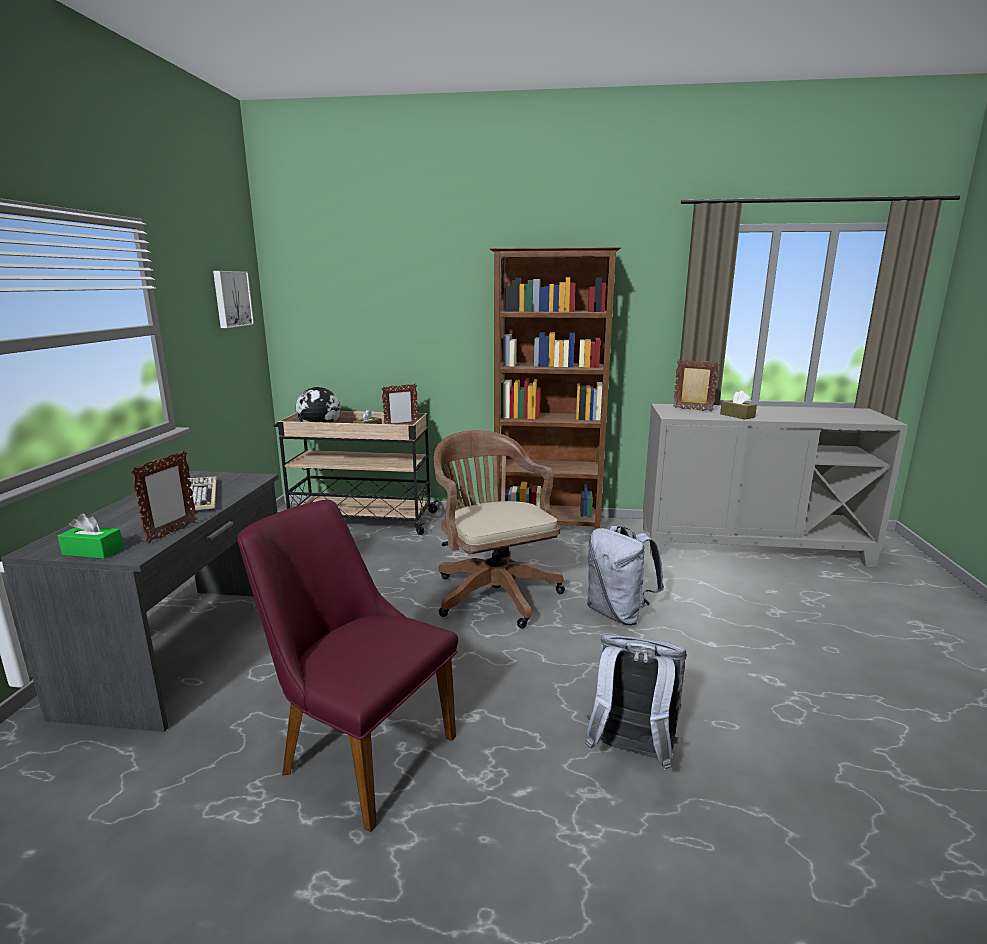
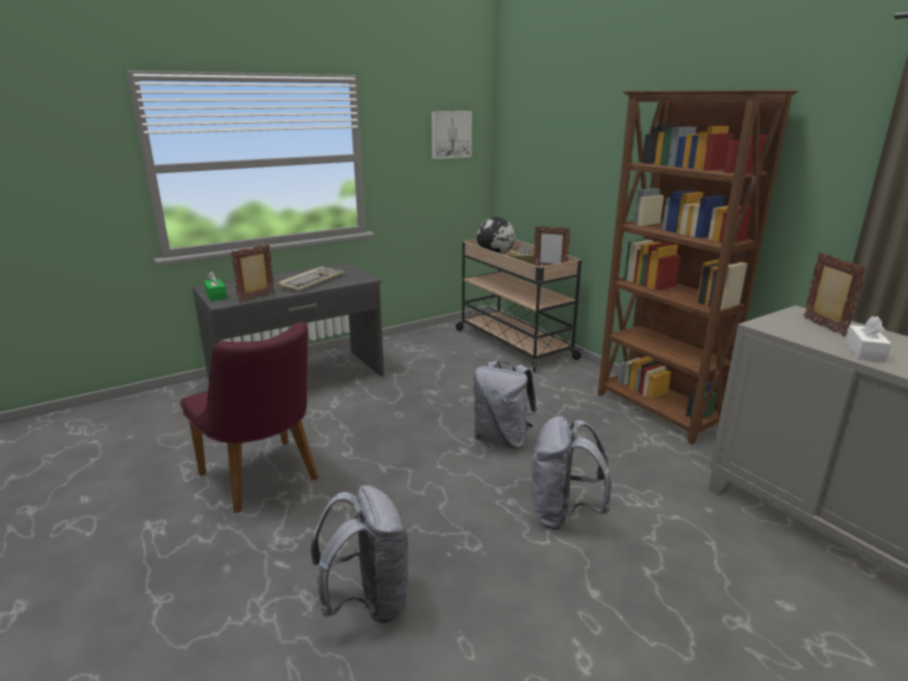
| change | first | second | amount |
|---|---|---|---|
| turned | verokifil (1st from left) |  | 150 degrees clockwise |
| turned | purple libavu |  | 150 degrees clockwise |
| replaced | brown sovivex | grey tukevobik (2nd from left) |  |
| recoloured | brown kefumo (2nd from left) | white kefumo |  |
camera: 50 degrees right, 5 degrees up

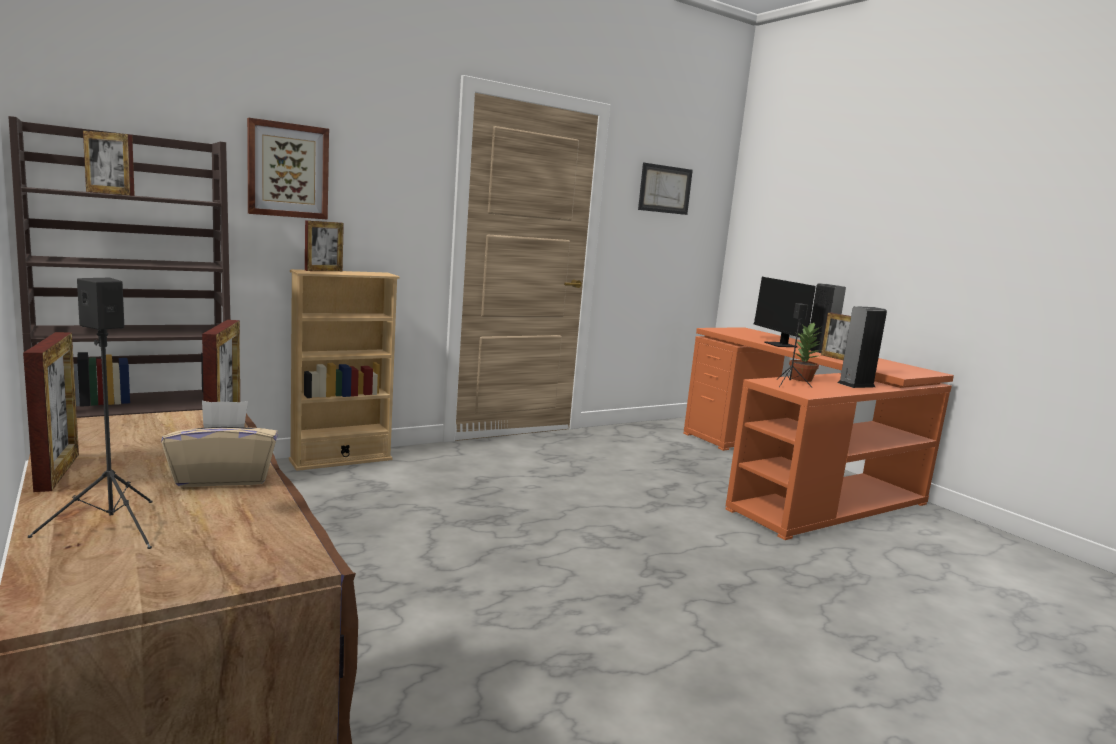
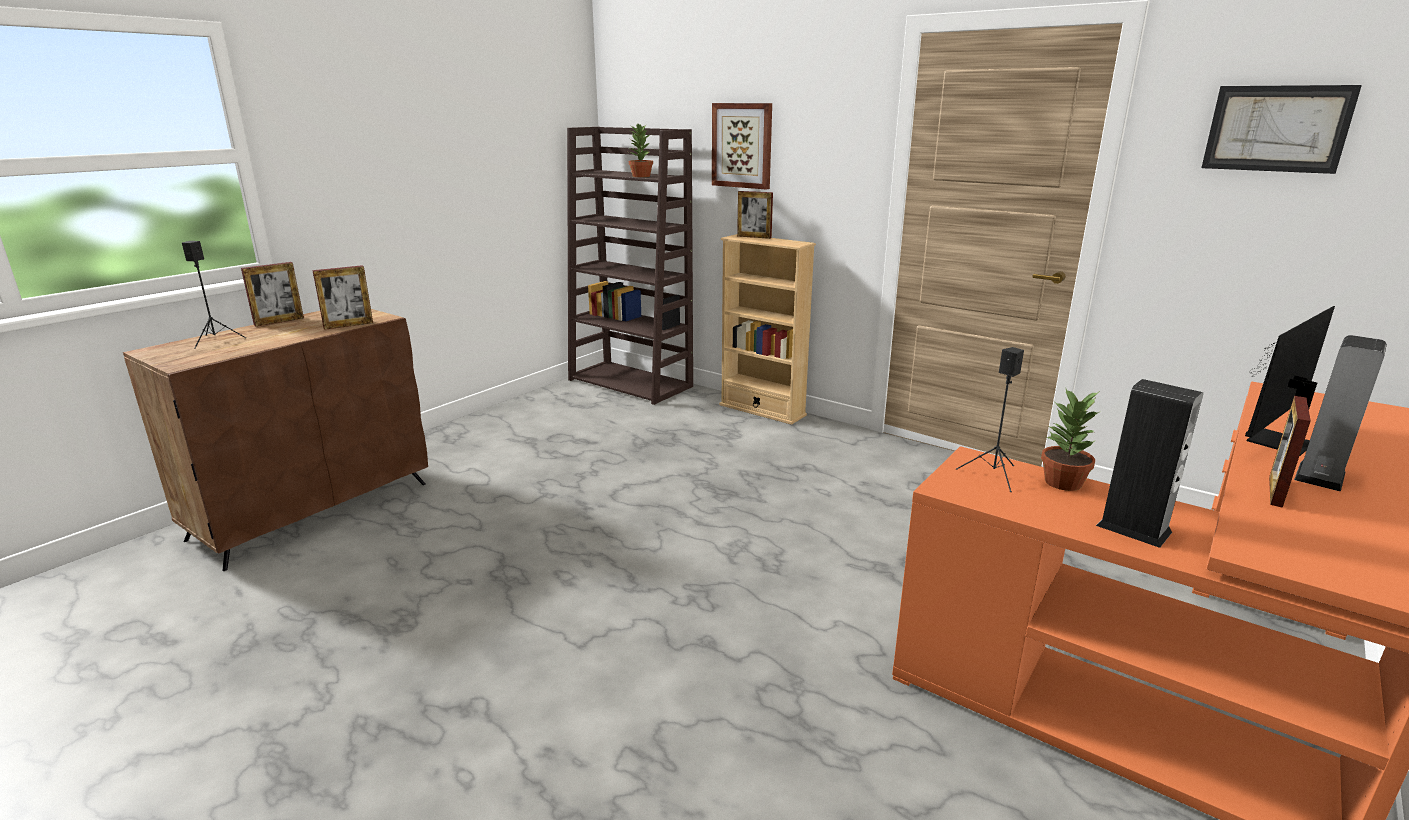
| change | first | second | amount |
|---|---|---|---|
| removed | verokifil (2nd from left) |  |  |
| removed | beige kefumo |  |  |
| added |  | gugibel (1st from left) |  |
camera: 70 degrees right, 10 degrees up

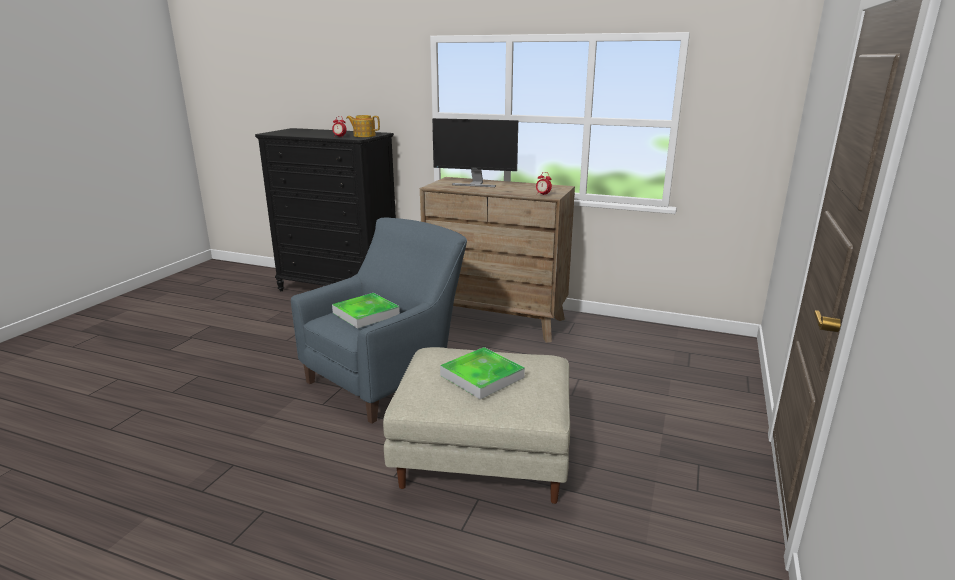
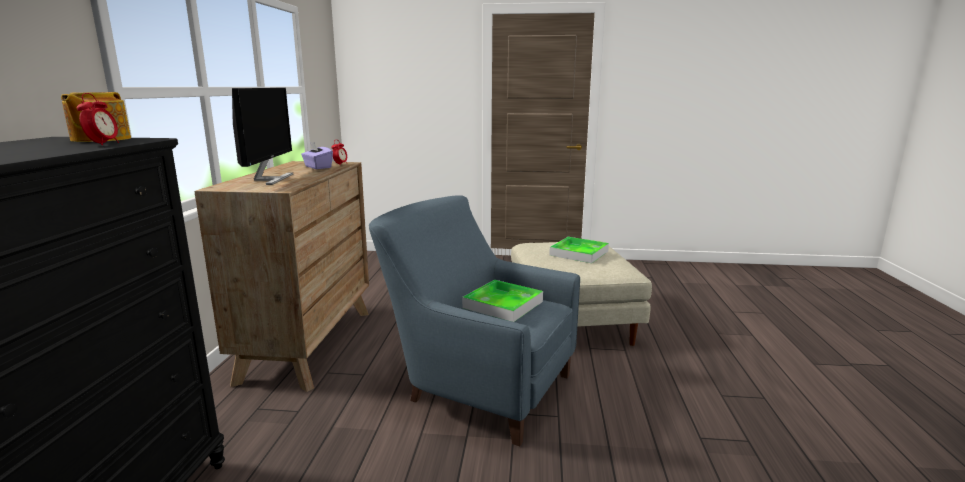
| change | first | second | amount |
|---|---|---|---|
| added |  | purple kefumo |  |
camera: 105 degrees left, 5 degrees down

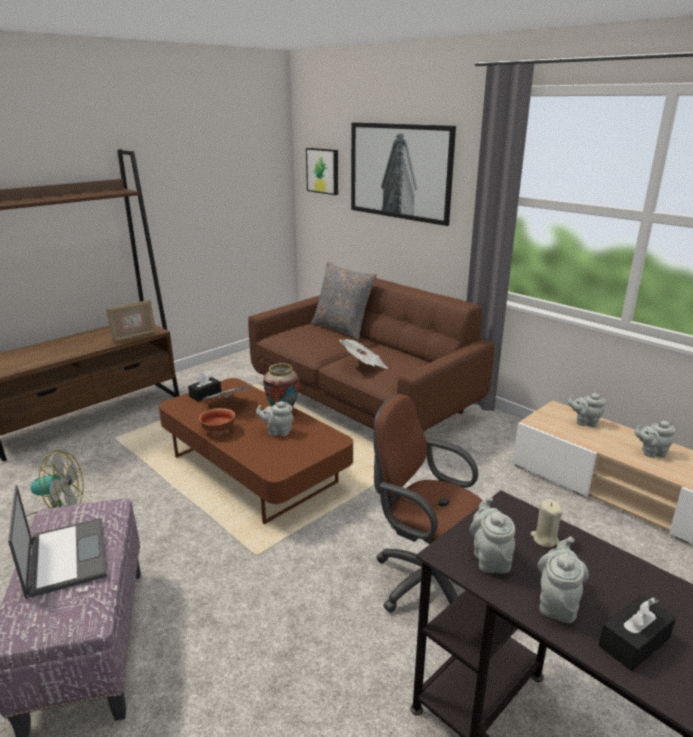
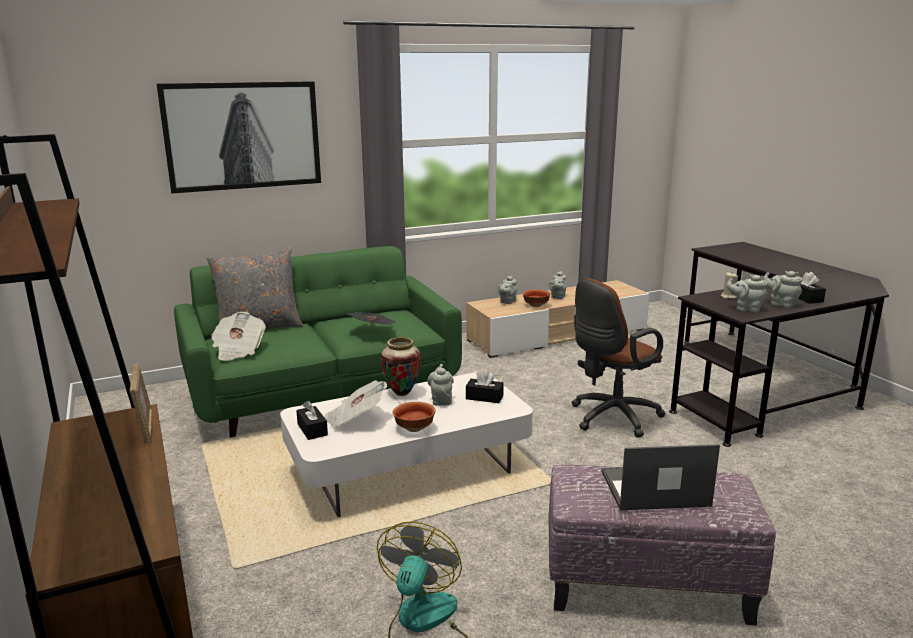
| change | first | second | amount |
|---|---|---|---|
| recoloured | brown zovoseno | white zovoseno |  |
| recoloured | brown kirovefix | green kirovefix |  |
| turned | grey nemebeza (1st from left) |  | 150 degrees clockwise |
| removed | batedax (1st from left) |  |  |
| added |  | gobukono (1st from left) |  |
| added |  | black kefumo (2nd from left) |  |
| added |  | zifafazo (2nd from left) |  |
camera: 70 degrees left, 5 degrees down

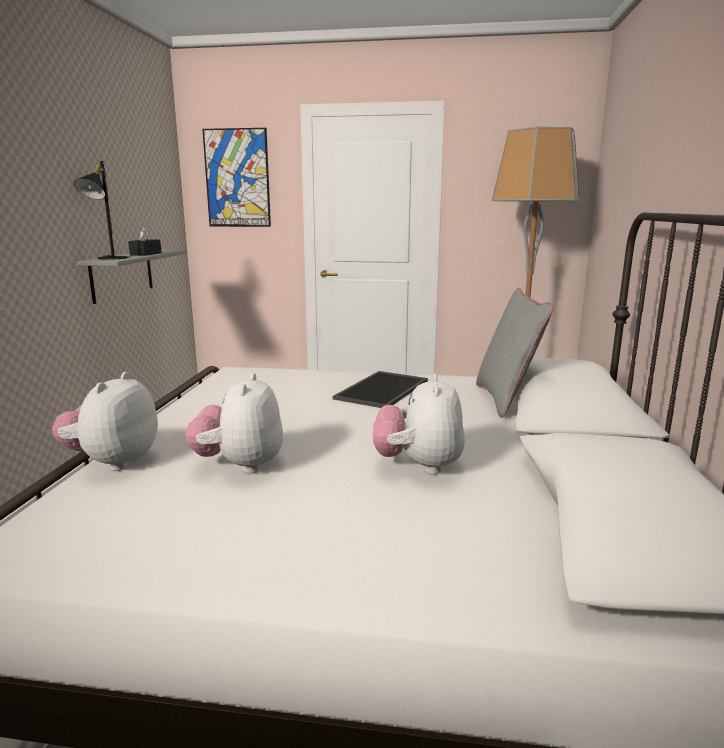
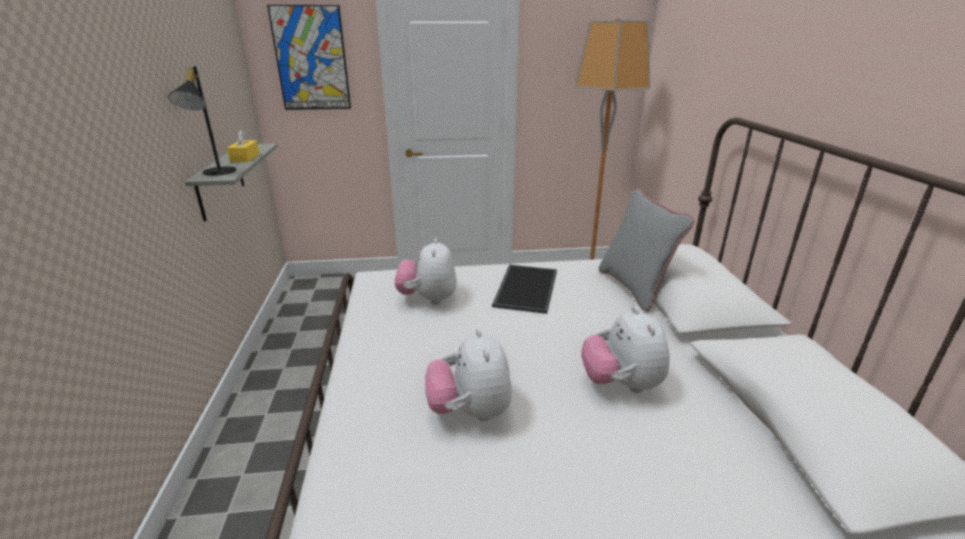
| change | first | second | amount |
|---|---|---|---|
| moved | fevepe (1st from left) |  |  |
| recoloured | black kefumo | yellow kefumo |  |
camera: 15 degrees left, 10 degrees up

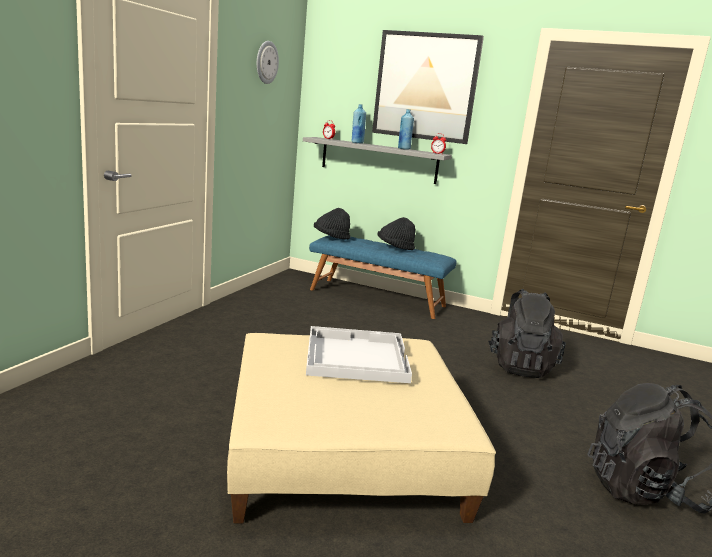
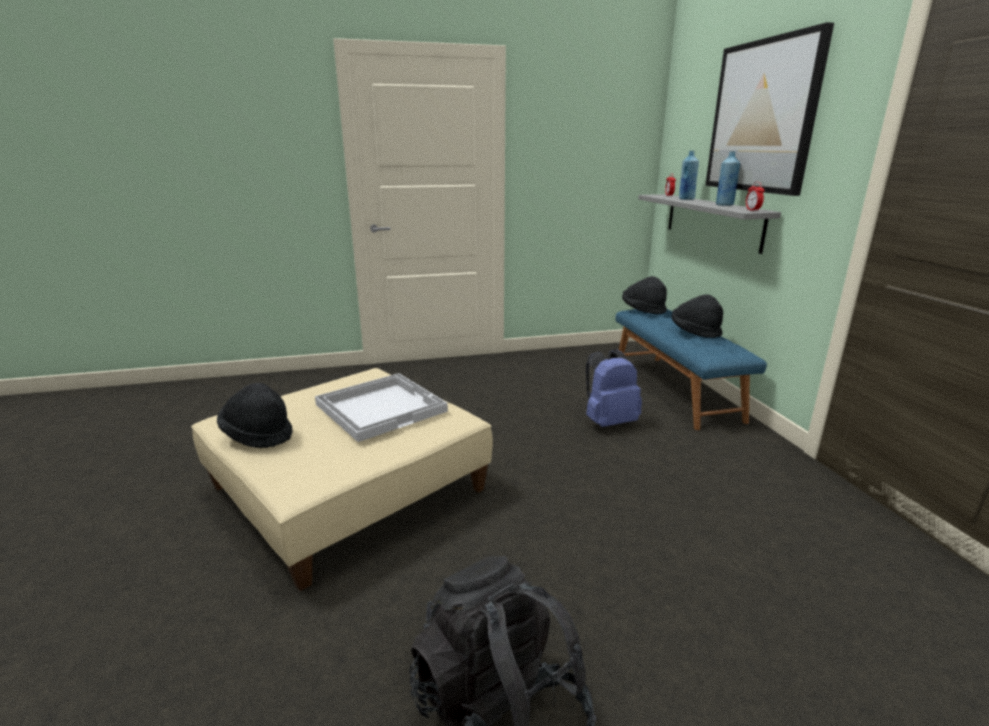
| change | first | second | amount |
|---|---|---|---|
| removed | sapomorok |  |  |
| removed | black tukevobik (1st from left) |  |  |
| added |  | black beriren (1st from left) |  |
| added |  | blue tukevobik |  |
camera: 55 degrees right, 5 degrees up

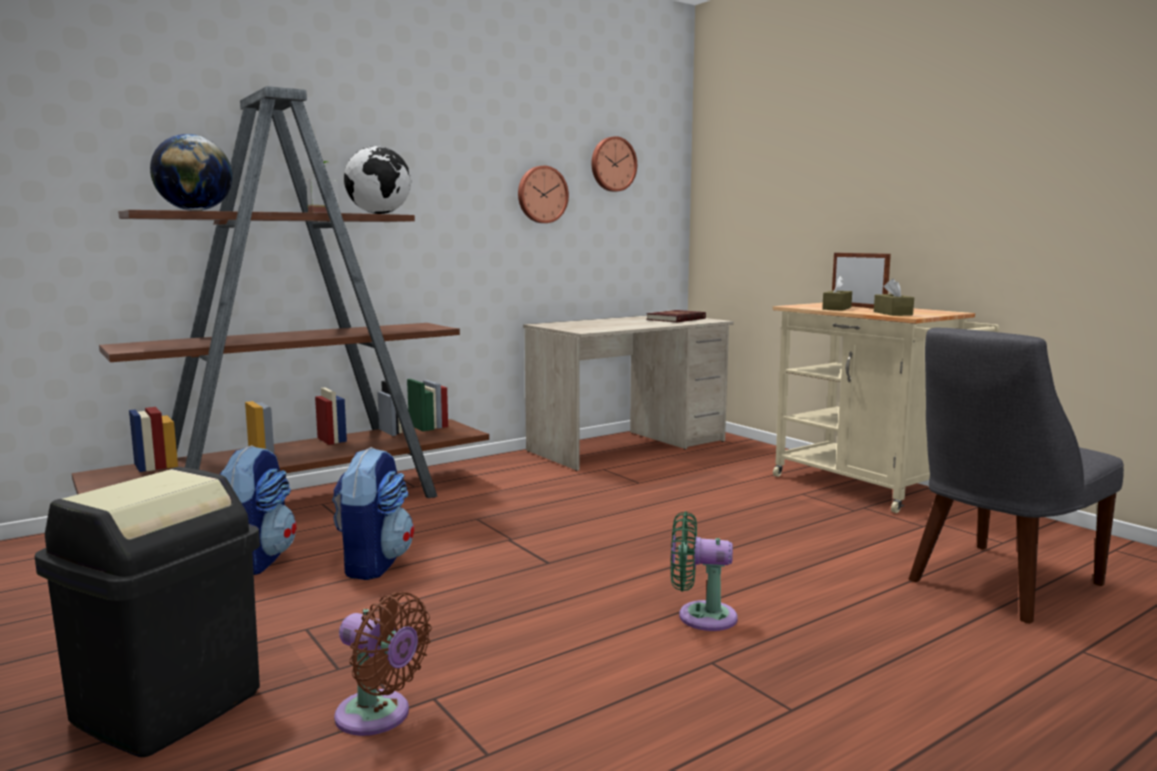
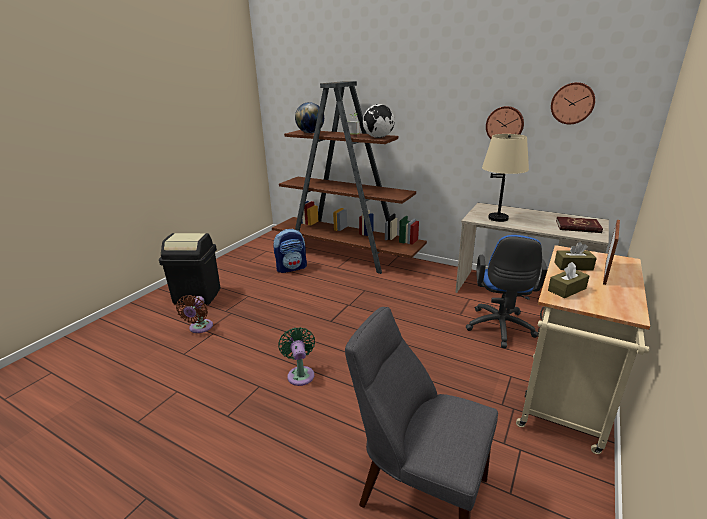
| change | first | second | amount |
|---|---|---|---|
| removed | tukevobik (2nd from left) |  |  |
| added |  | blue sovivex |  |
| added |  | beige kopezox |  |
camera: 65 degrees right, 15 degrees up

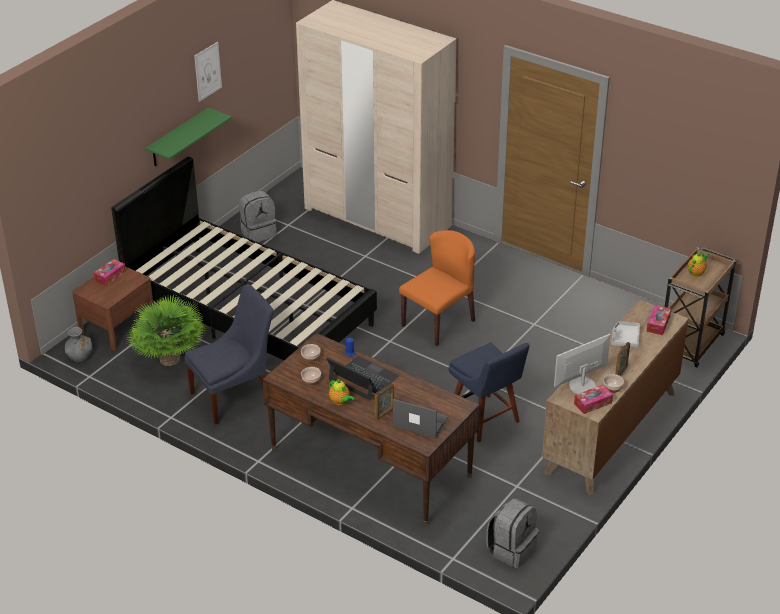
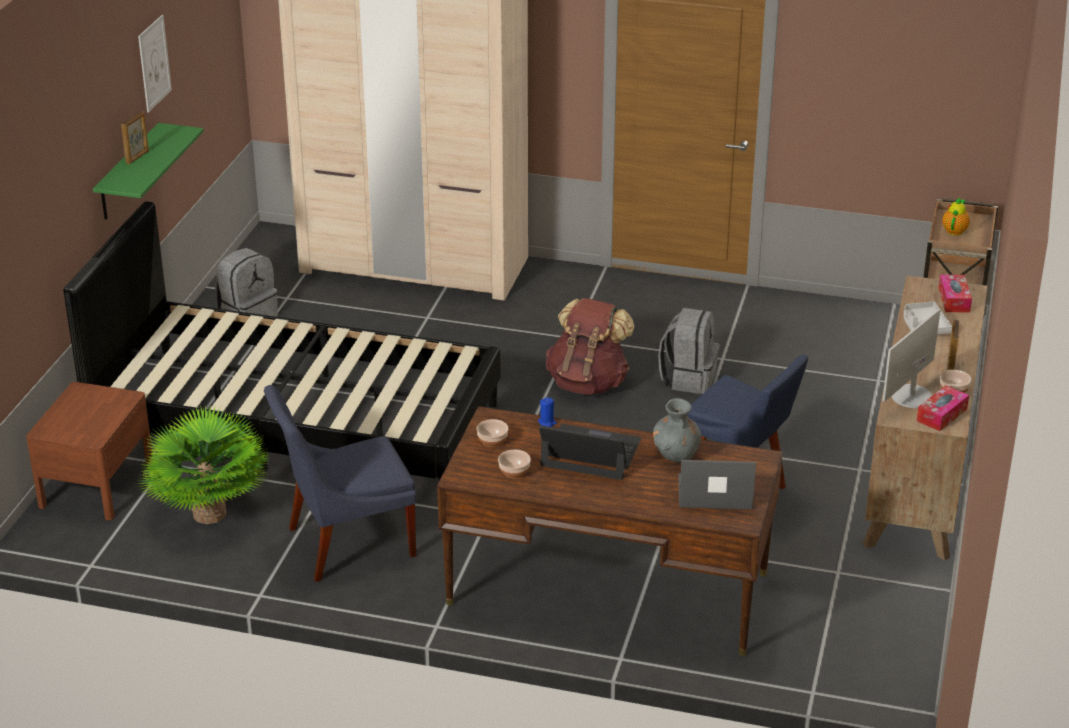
| change | first | second | amount |
|---|---|---|---|
| moved | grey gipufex |  |  |
| removed | kefumo (1st from left) |  |  |
| turned | blue libavu (1st from left) |  | 150 degrees counterclockwise |
| removed | nemebeza (1st from left) |  |  |
| moved | verokifil (1st from left) |  |  |
| replaced | orange libavu | brown tukevobik |  |
| moved | grey tukevobik (2nd from left) |  |  |
camera: 20 degrees left, 5 degrees down

